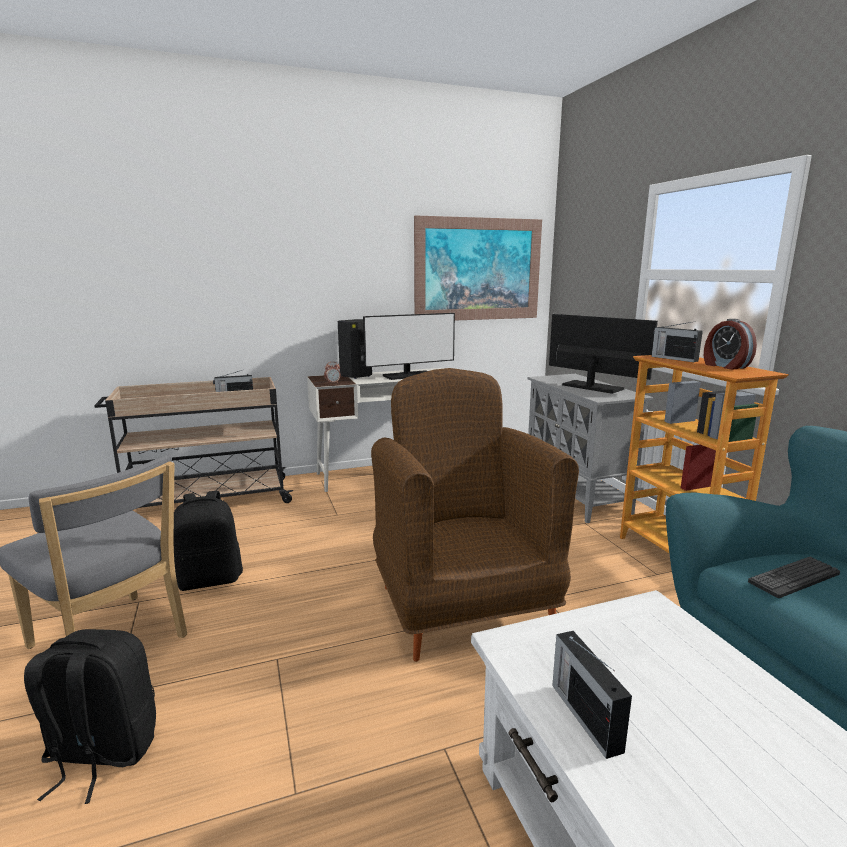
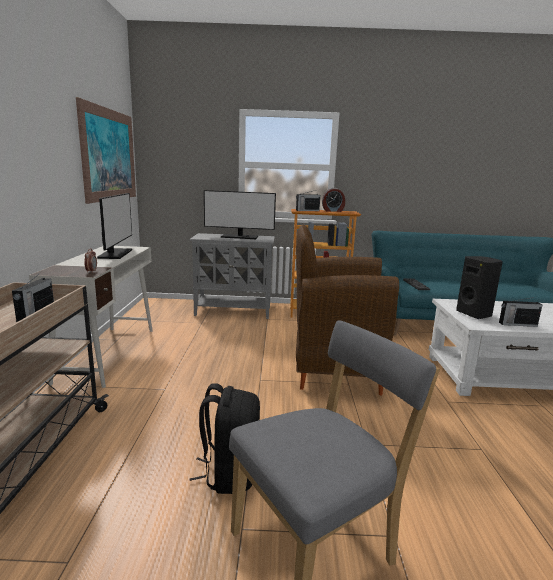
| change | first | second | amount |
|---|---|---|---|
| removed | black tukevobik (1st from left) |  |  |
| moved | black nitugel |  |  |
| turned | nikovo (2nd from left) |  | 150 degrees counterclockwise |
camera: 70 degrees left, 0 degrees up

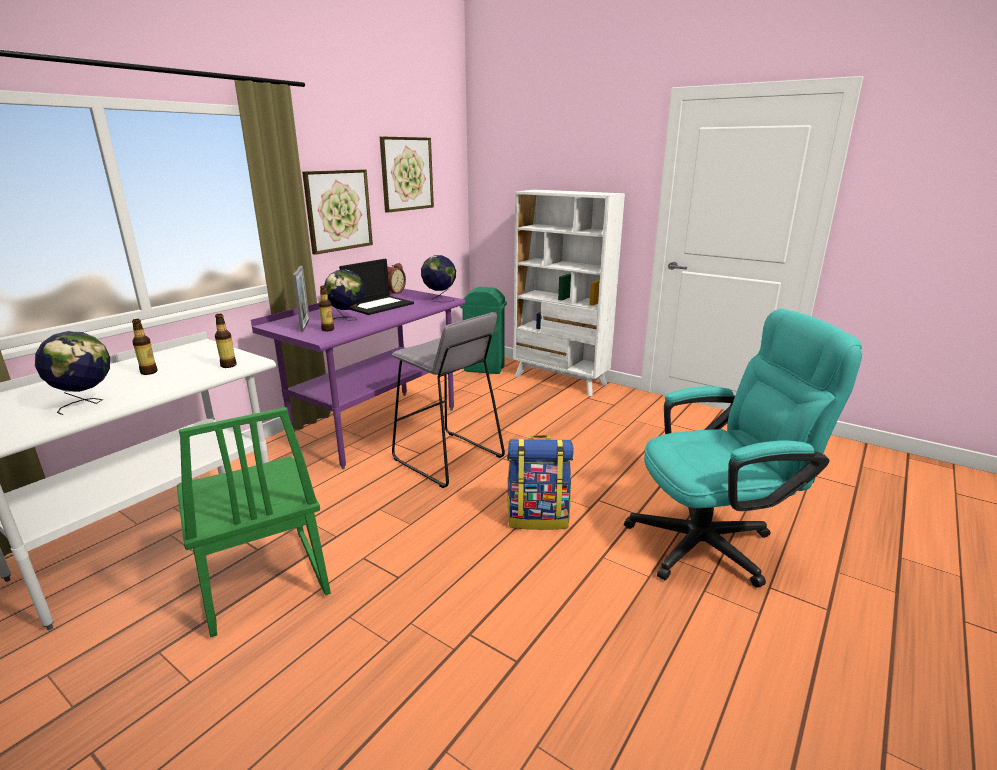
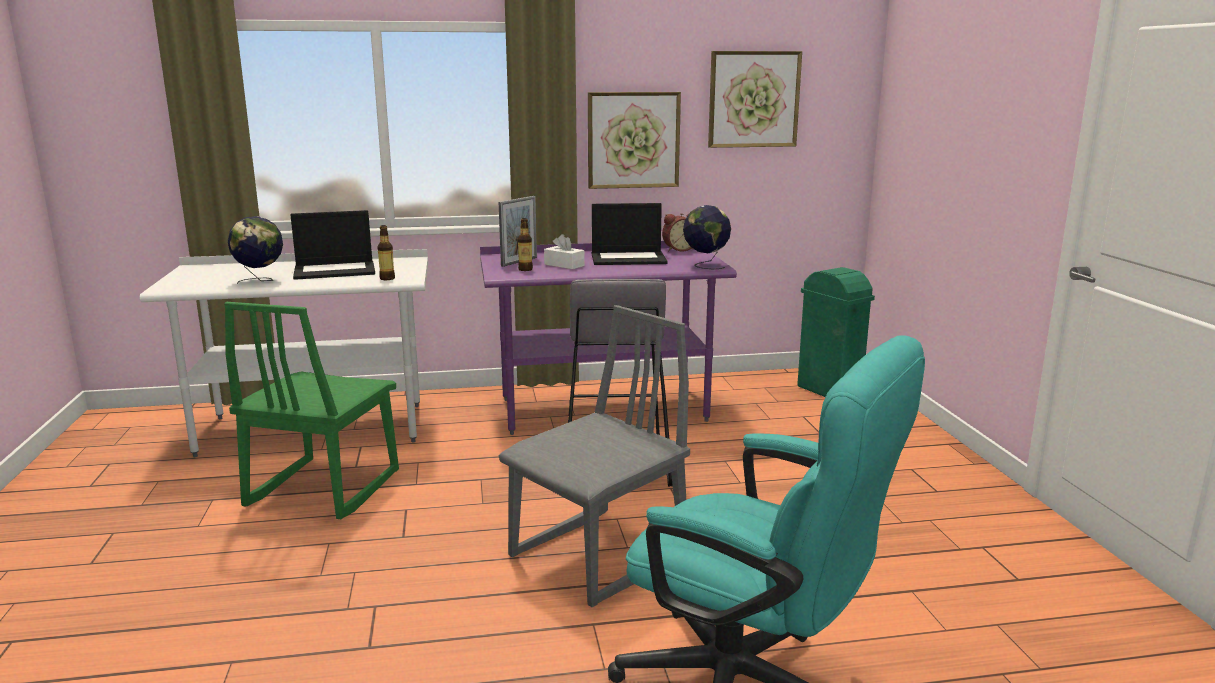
| change | first | second | amount |
|---|---|---|---|
| replaced | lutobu (1st from left) | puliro (1st from left) |  |
| replaced | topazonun (2nd from left) | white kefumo |  |
| replaced | tukevobik | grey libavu |  |
| removed | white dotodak |  |  |
camera: 45 degrees right, 5 degrees down

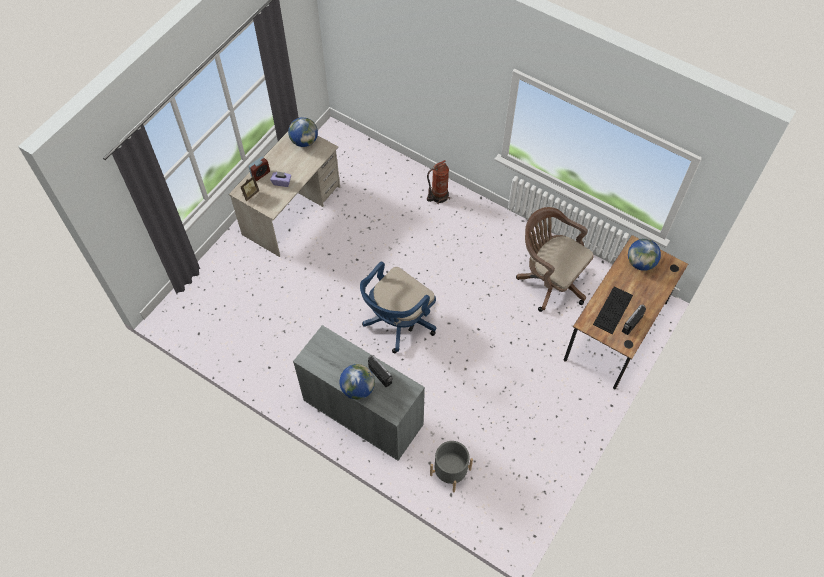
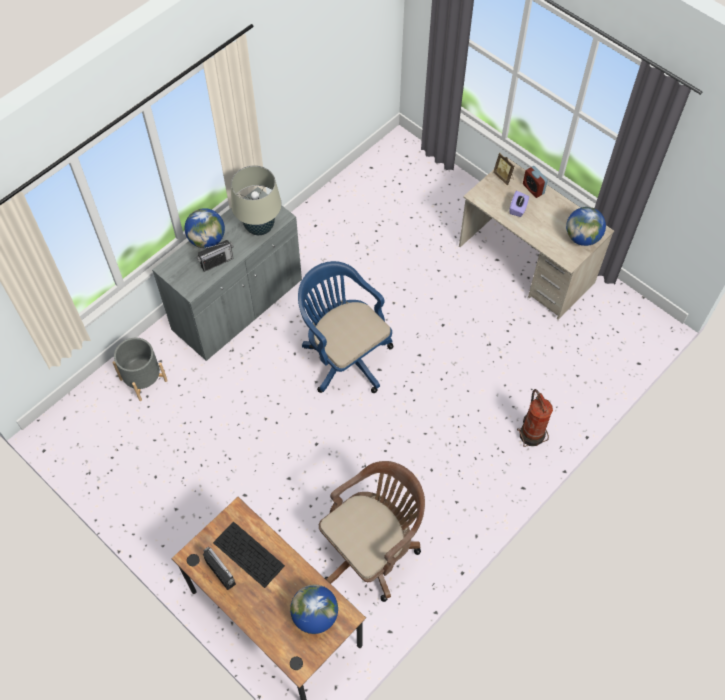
| change | first | second | amount |
|---|---|---|---|
| added |  | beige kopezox |  |
camera: 100 degrees right, 0 degrees up

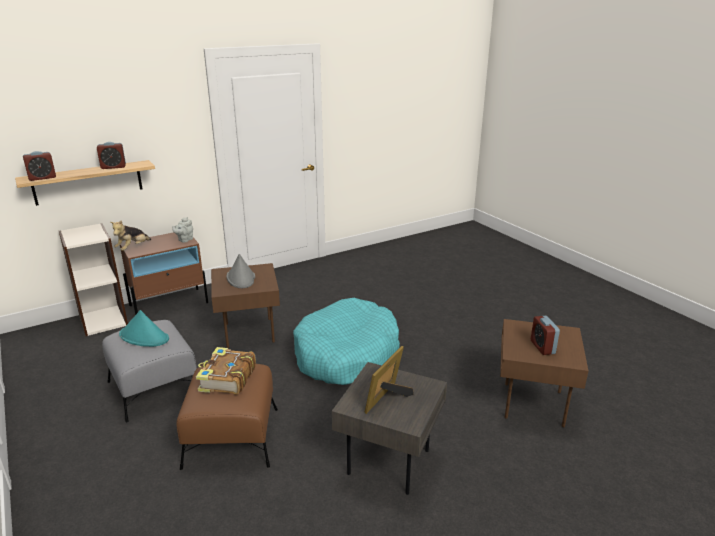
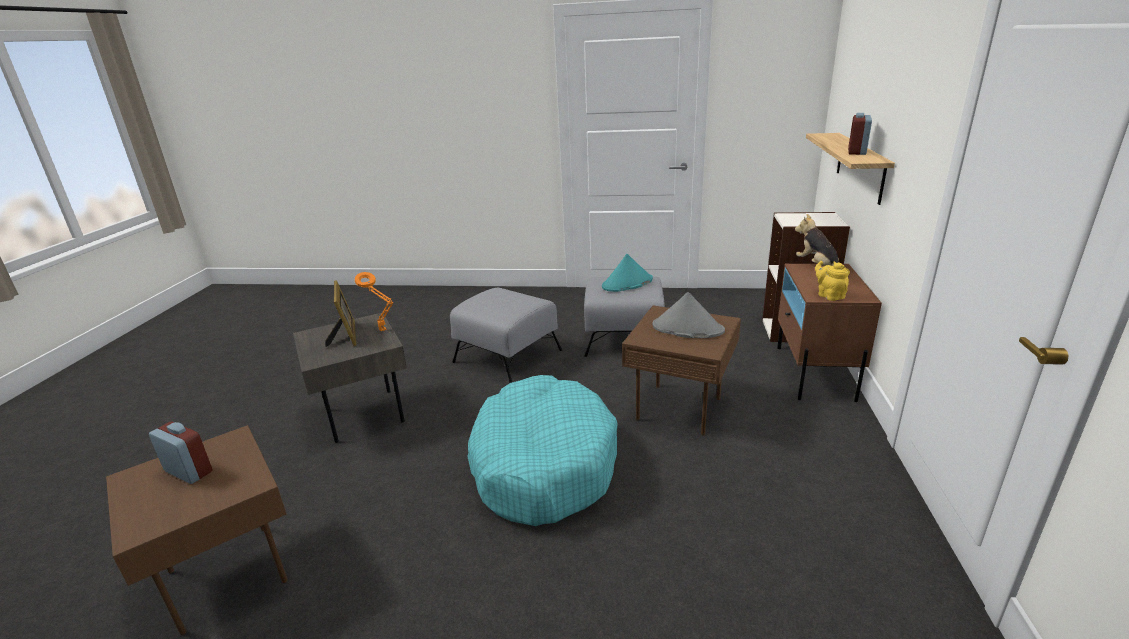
| change | first | second | amount |
|---|---|---|---|
| removed | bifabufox (1st from left) |  |  |
| recoloured | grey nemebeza | yellow nemebeza |  |
| recoloured | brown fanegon | grey fanegon (1st from left) |  |
| removed | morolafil |  |  |
| added |  | orange kopezox |  |
camera: 130 degrees right, 0 degrees up

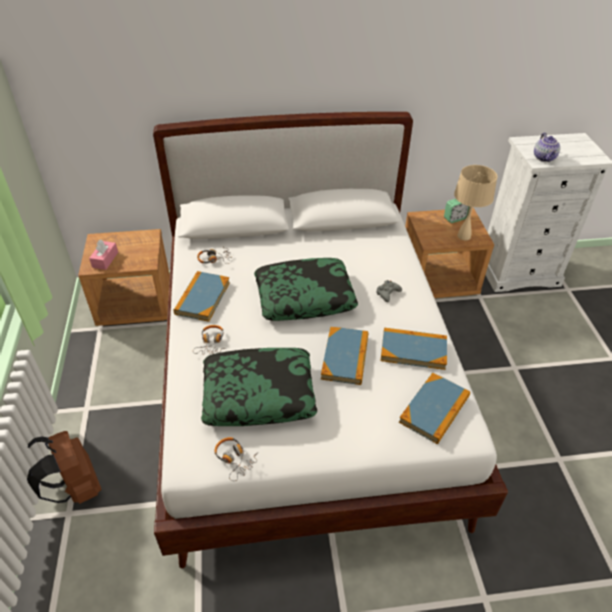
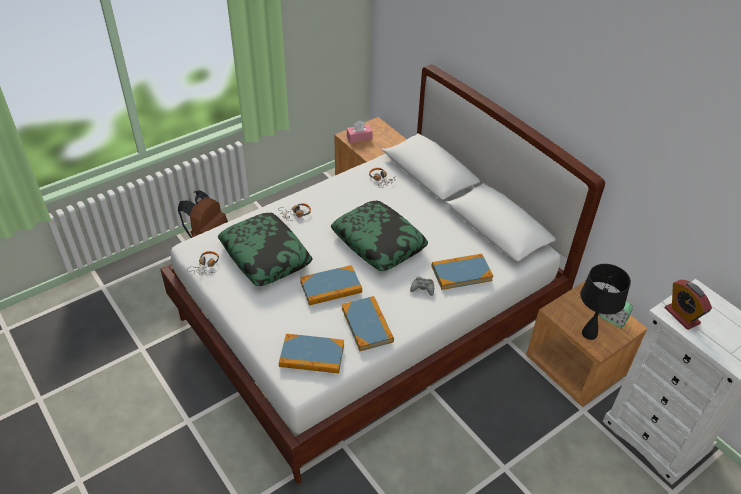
| change | first | second | amount |
|---|---|---|---|
| moved | morolafil (1st from left in the first image) | morolafil (4th from left) |  |
| recoloured | beige kopezox | black kopezox |  |
| replaced | nemebeza | bifabufox (2nd from left) |  |
camera: 60 degrees right, 0 degrees up

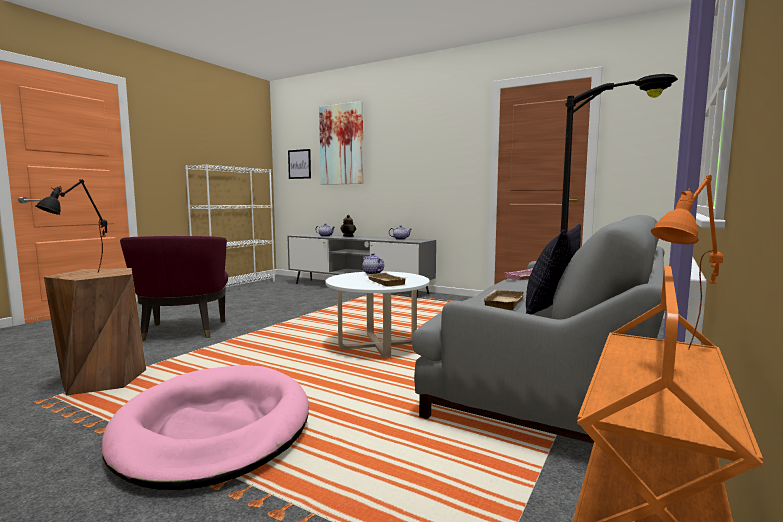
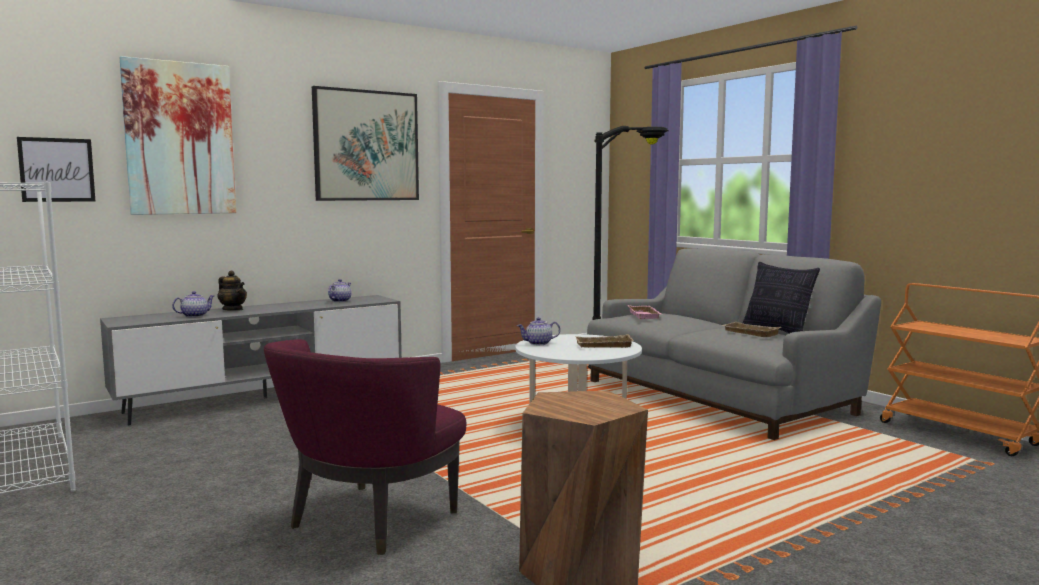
| change | first | second | amount |
|---|---|---|---|
| removed | black kopezox |  |  |
| removed | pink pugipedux |  |  |
| turned | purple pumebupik |  | 105 degrees clockwise |
| removed | orange kopezox |  |  |
| added |  | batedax (3rd from left) |  |
camera: 65 degrees left, 0 degrees up

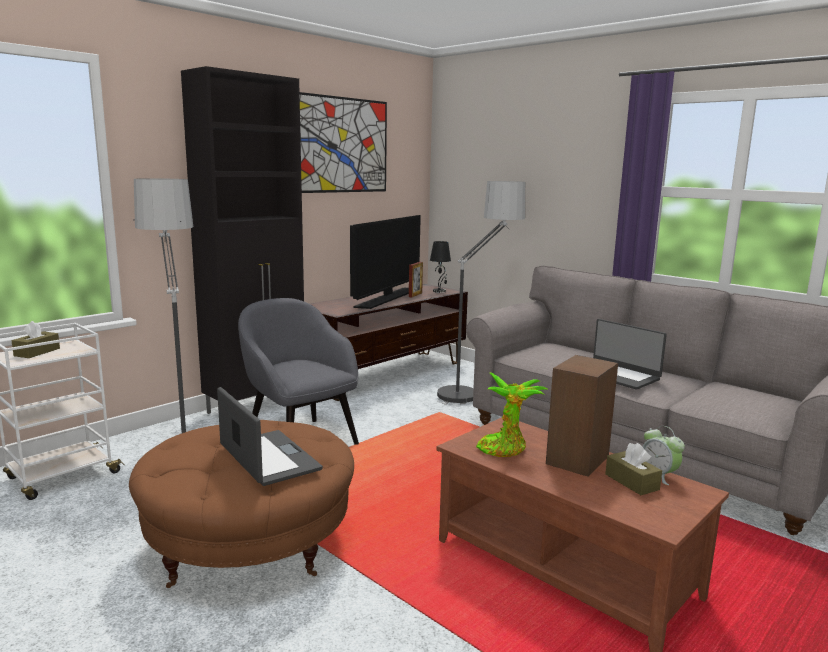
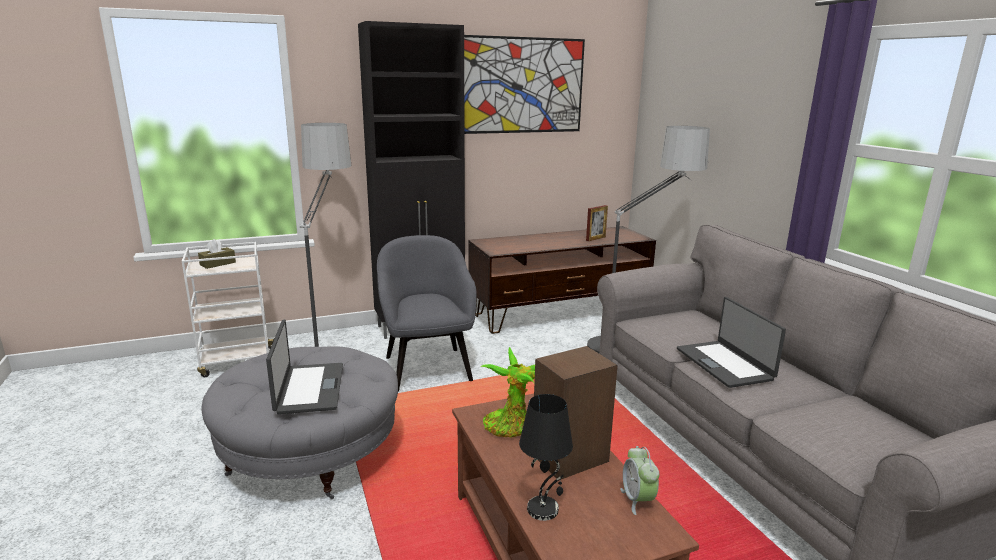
| change | first | second | amount |
|---|---|---|---|
| recoloured | brown fanegon | grey fanegon |  |
| removed | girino |  |  |
| moved | black kopezox |  |  |
| removed | brown kefumo (2nd from left) |  |  |
camera: 25 degrees right, 5 degrees up

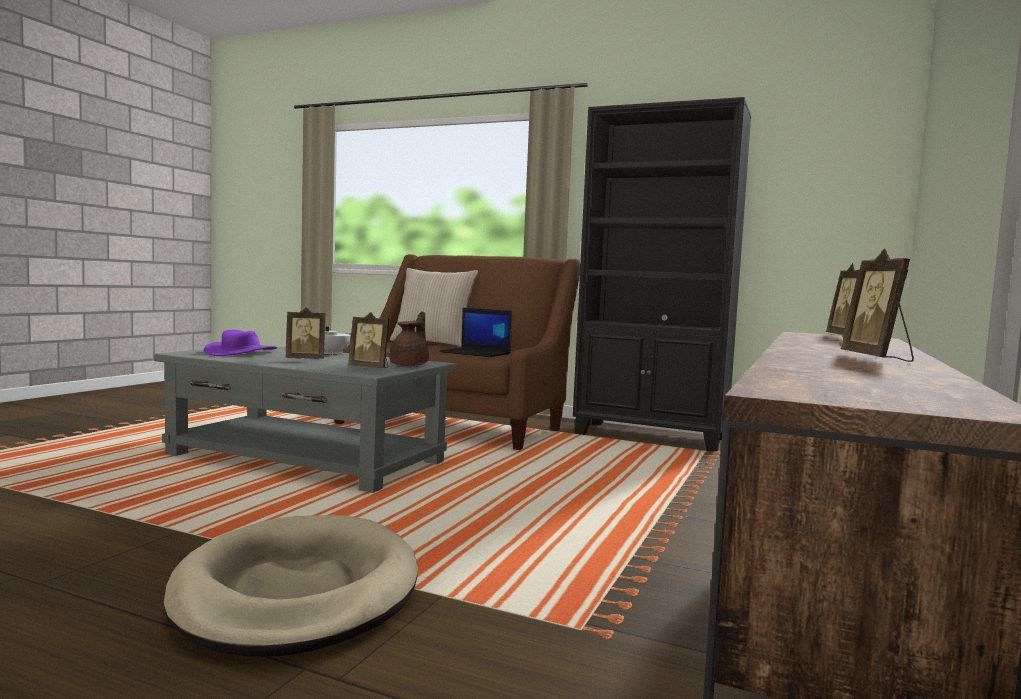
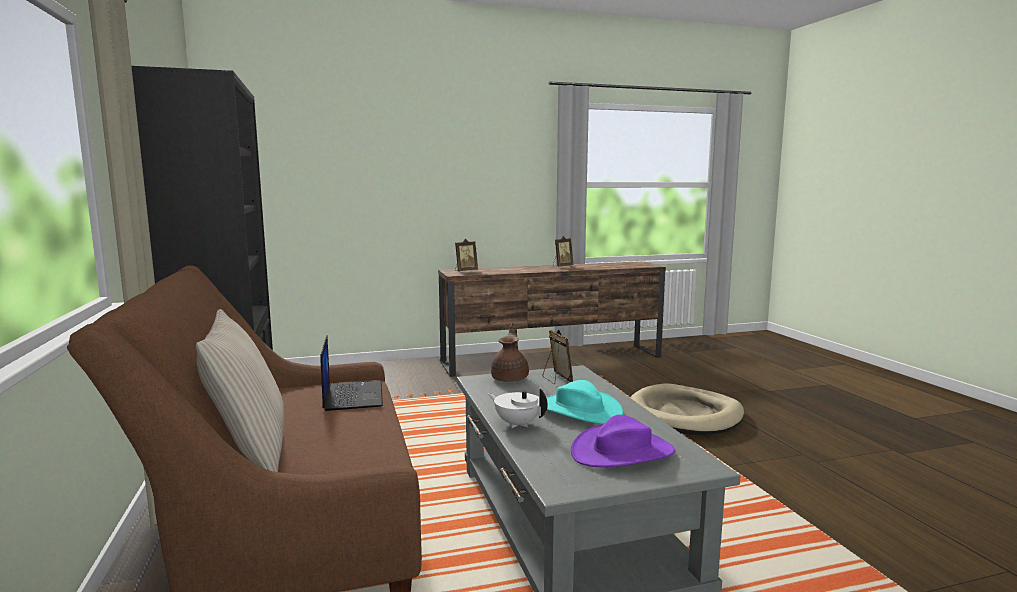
| change | first | second | amount |
|---|---|---|---|
| replaced | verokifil (1st from left) | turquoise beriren |  |
| turned | brown nemebeza |  | 120 degrees clockwise |
camera: 130 degrees left, 5 degrees up

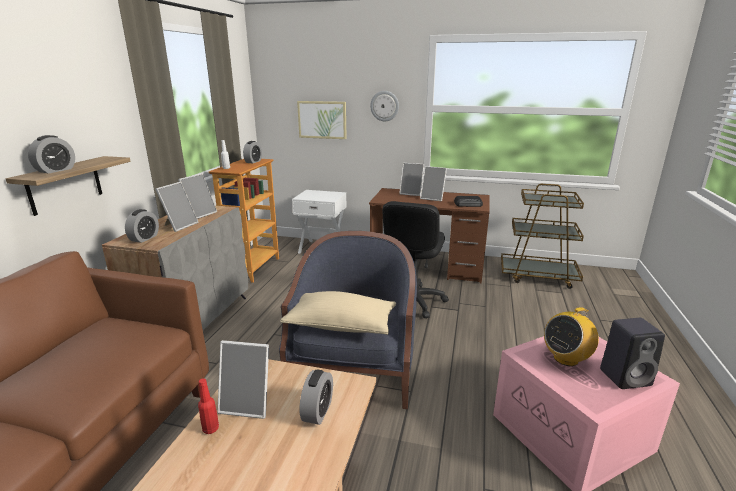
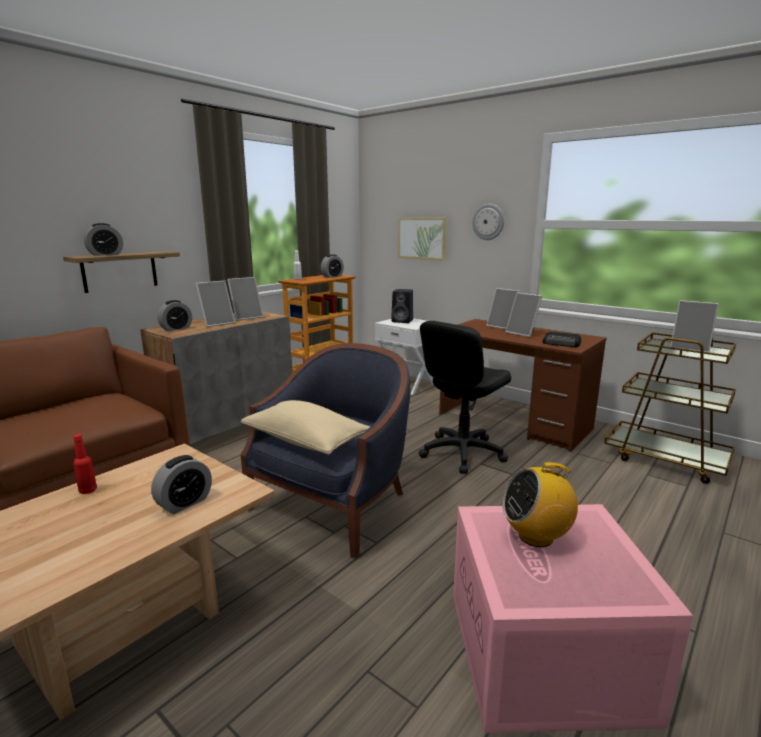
| change | first | second | amount |
|---|---|---|---|
| moved | verokifil (3rd from left in the first image) | verokifil (5th from left) |  |
| moved | black nitugel |  |  |
camera: 25 degrees right, 5 degrees down

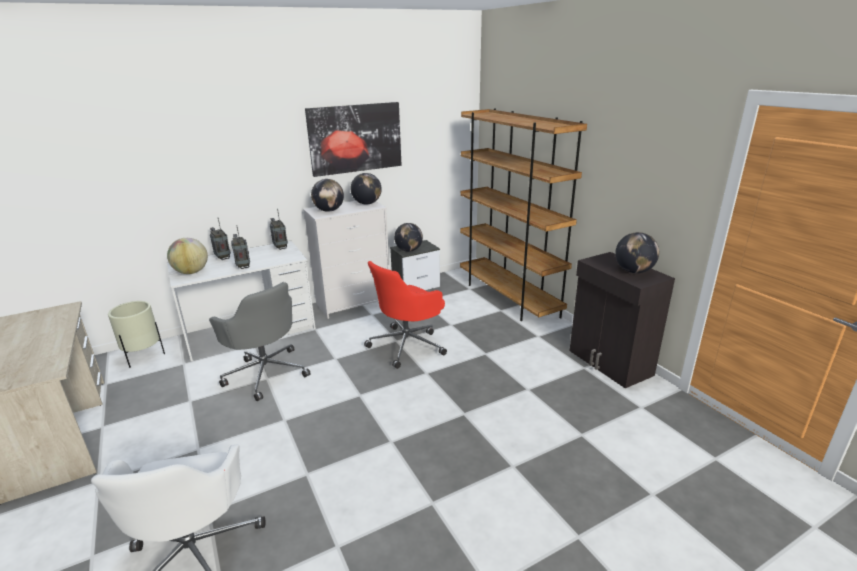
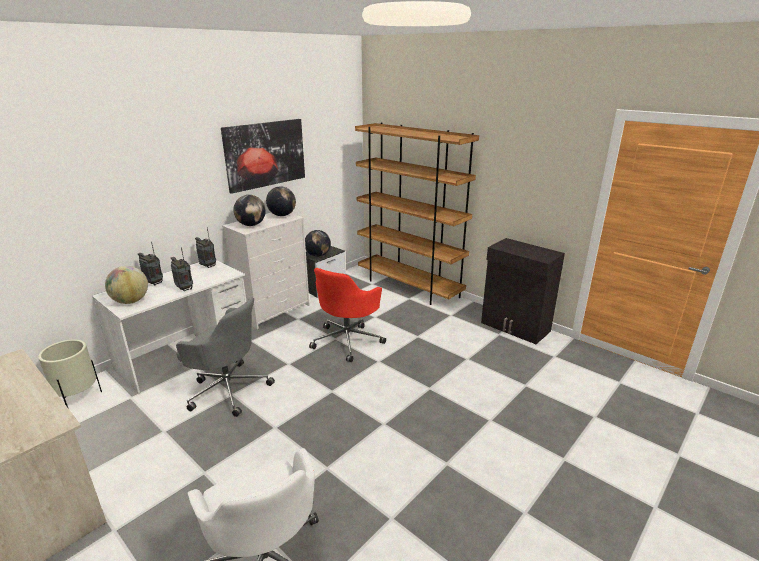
| change | first | second | amount |
|---|---|---|---|
| removed | topazonun (5th from left) |  |  |
camera: 20 degrees left, 0 degrees up

